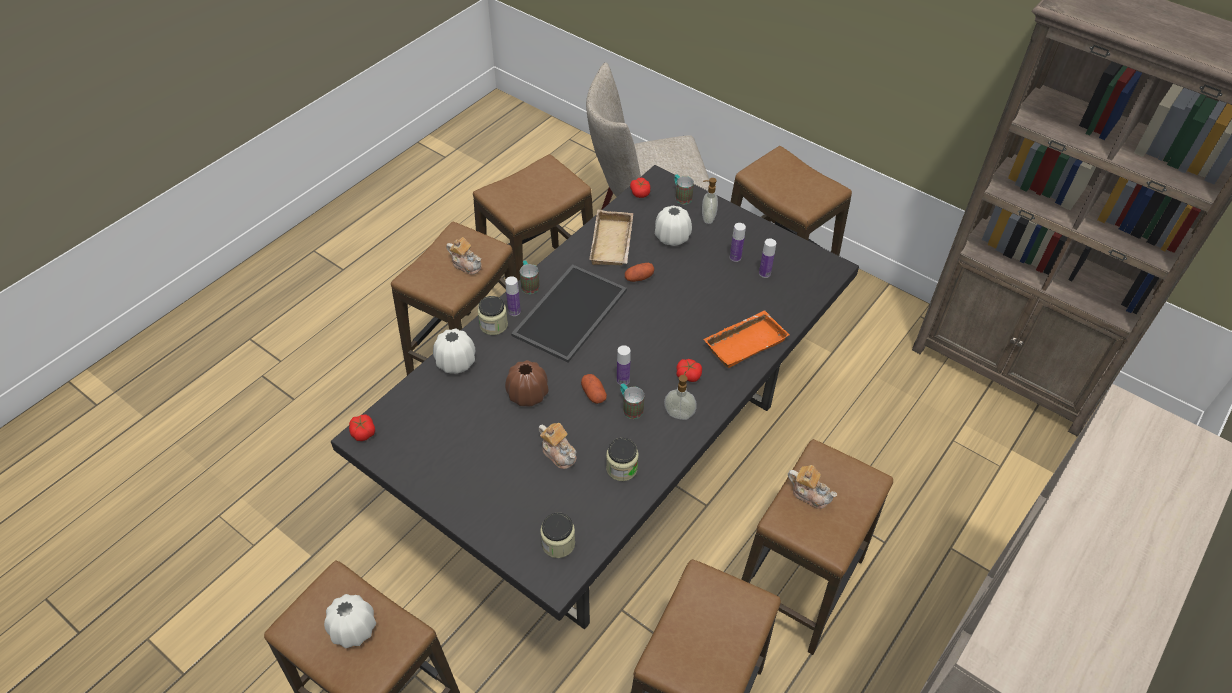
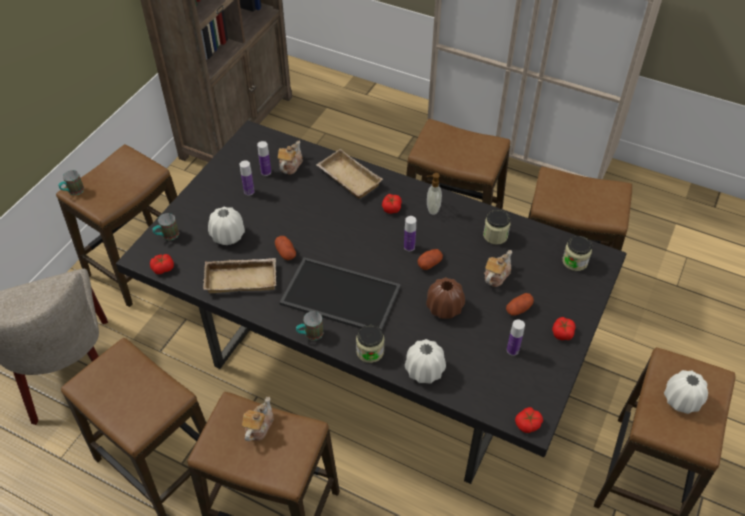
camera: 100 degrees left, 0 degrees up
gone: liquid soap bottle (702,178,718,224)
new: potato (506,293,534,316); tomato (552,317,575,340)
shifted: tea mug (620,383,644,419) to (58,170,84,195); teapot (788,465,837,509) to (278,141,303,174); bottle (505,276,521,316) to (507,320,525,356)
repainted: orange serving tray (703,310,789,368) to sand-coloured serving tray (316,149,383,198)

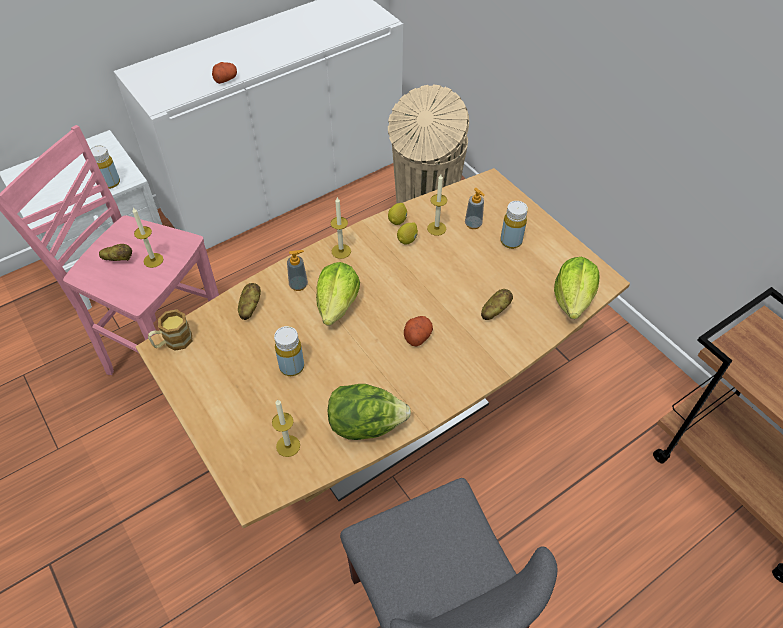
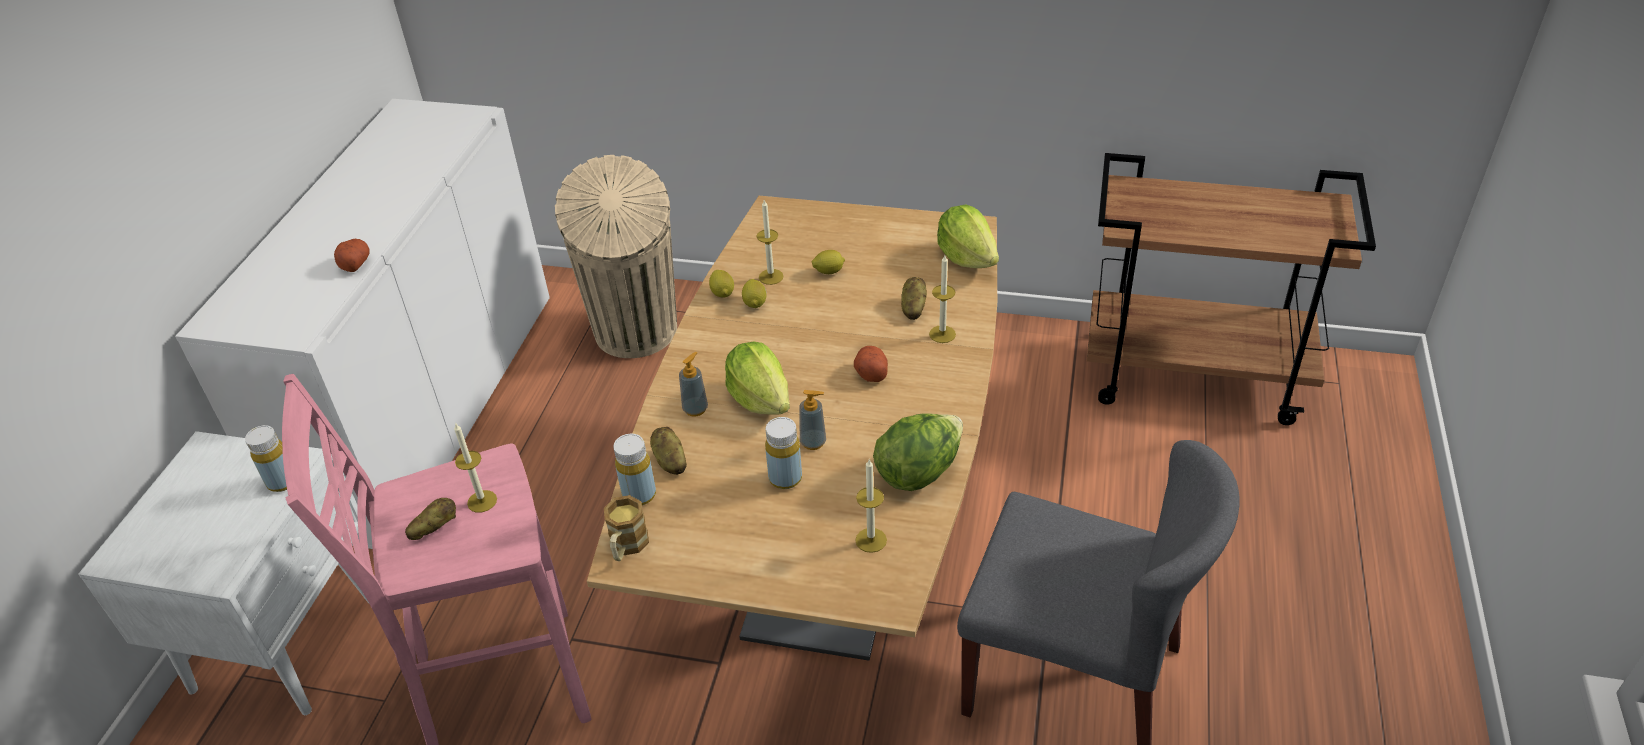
camera: 40 degrees left, 10 degrees down
new: whole lemon (812,250,845,274)
shifted: yellow-coloured bottle (500,201,528,249) to (613,434,656,505); liquid soap bottle (465,188,485,229) to (799,390,826,450); wax candle (330,197,351,259) to (929,255,956,343)

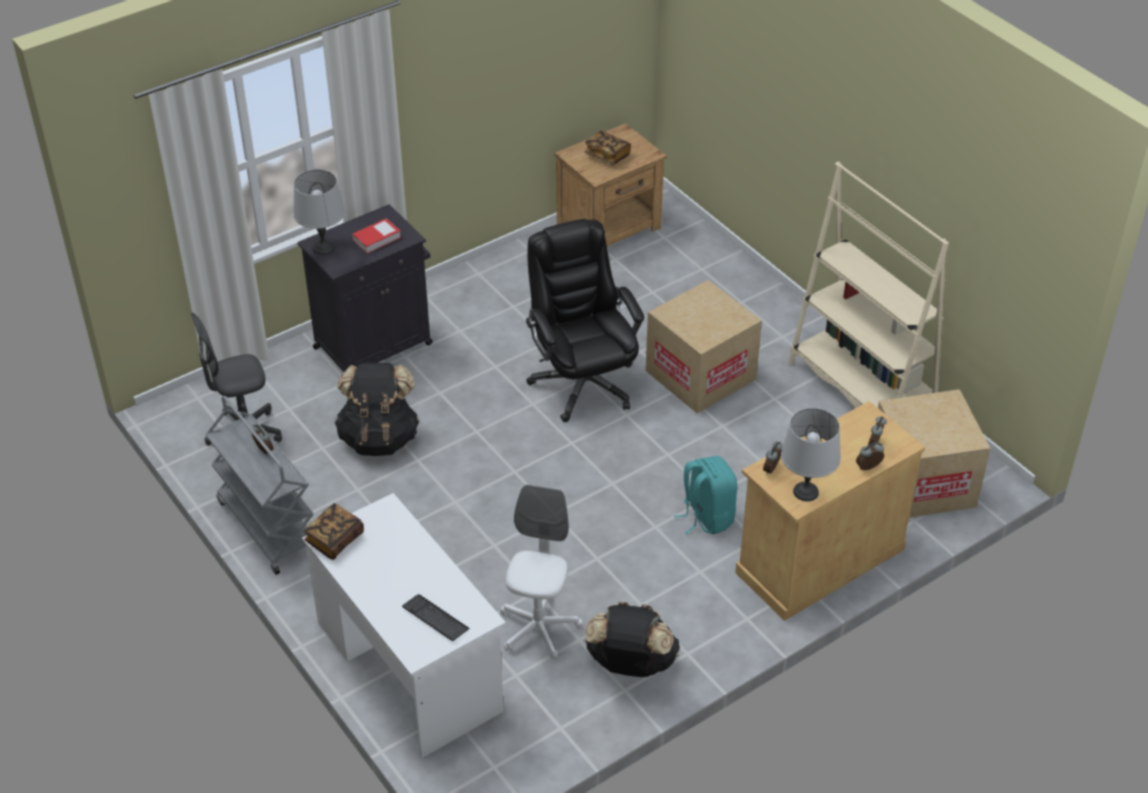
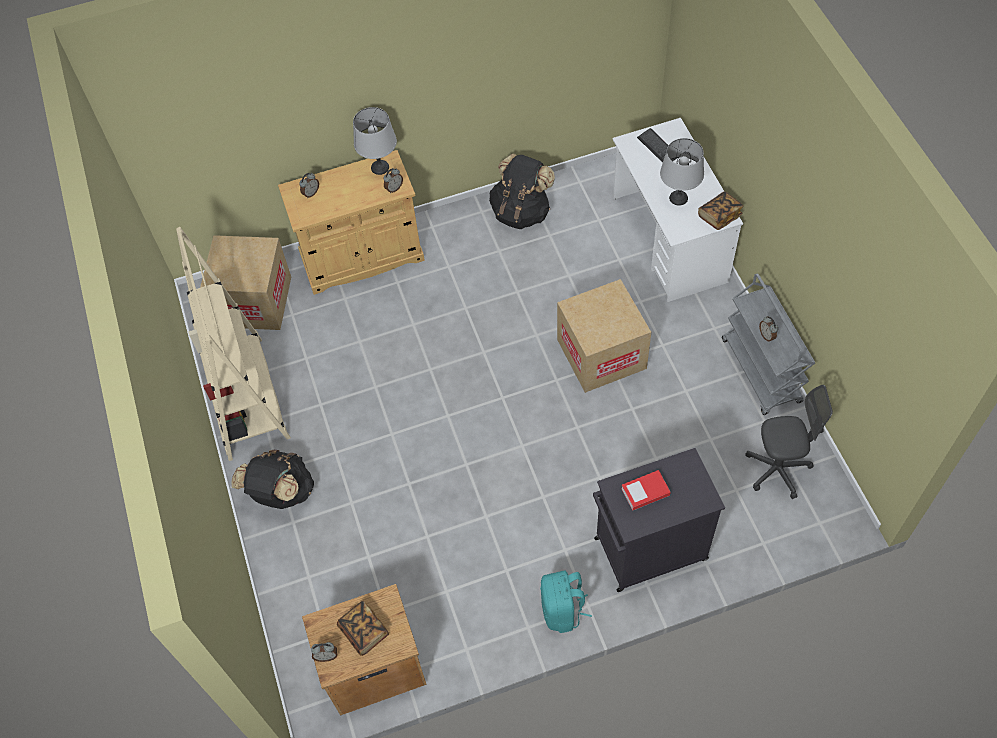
camera: 160 degrees left, 15 degrees up
gone: whitish desk chair (500,484,583,659); blackish desk chair (526,219,644,422)
shifted: blackish knapsack (335,363,419,456) to (231,450,314,509); table clock (856,442,884,470) to (311,642,337,662); turquoise-coloured knapsack (674,456,737,534) to (540,570,592,633); packing box (646,280,762,413) to (557,279,651,393); gray table lamp (293,169,345,255) to (660,138,704,206)

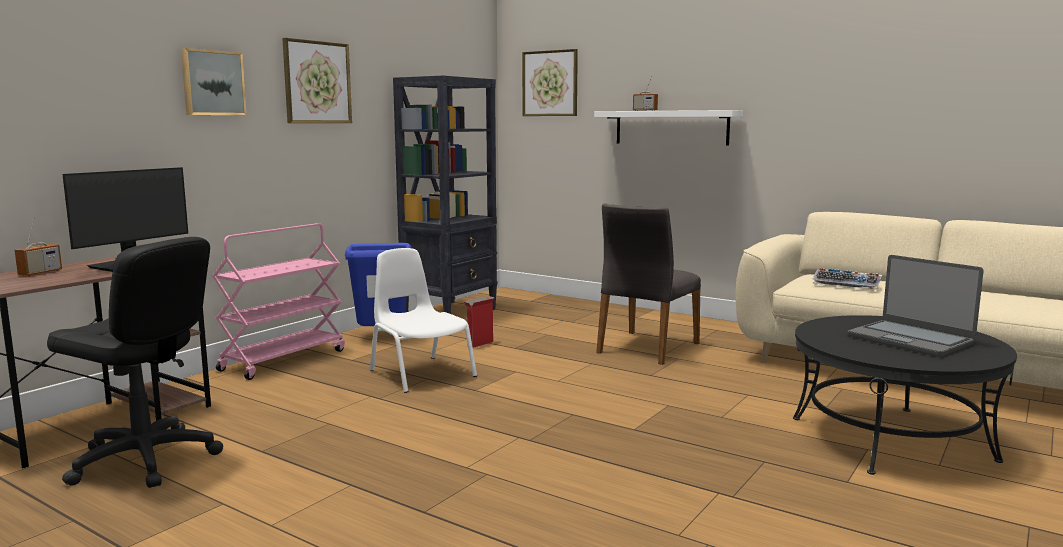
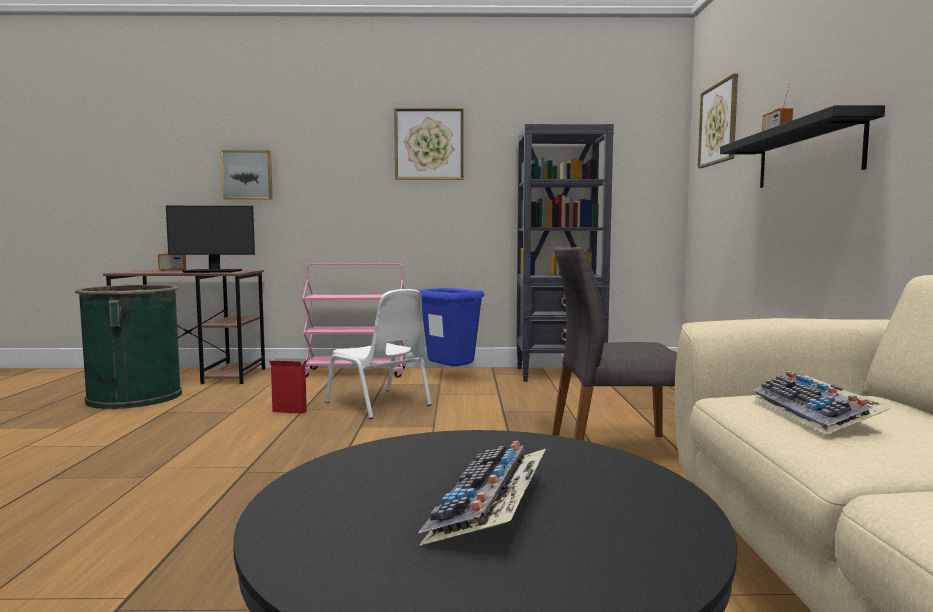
camera: 55 degrees right, 5 degrees down
shifted: wall picture (181,48,247,115) to (221,150,273,199); packing box (464,296,494,348) to (267,358,308,413)
swapped: blackish desk chair (47,237,223,488) to green-coloured waste bin (75,284,182,409); notebook computer (847,255,984,357) to keyboard (418,441,546,546)
repainted: whitish bracket shelf (594,110,743,146) to blackish bracket shelf (720,105,885,188)
rotated: whitish chair (370,248,477,393) = (325,289,432,419) 120 degrees clockwise

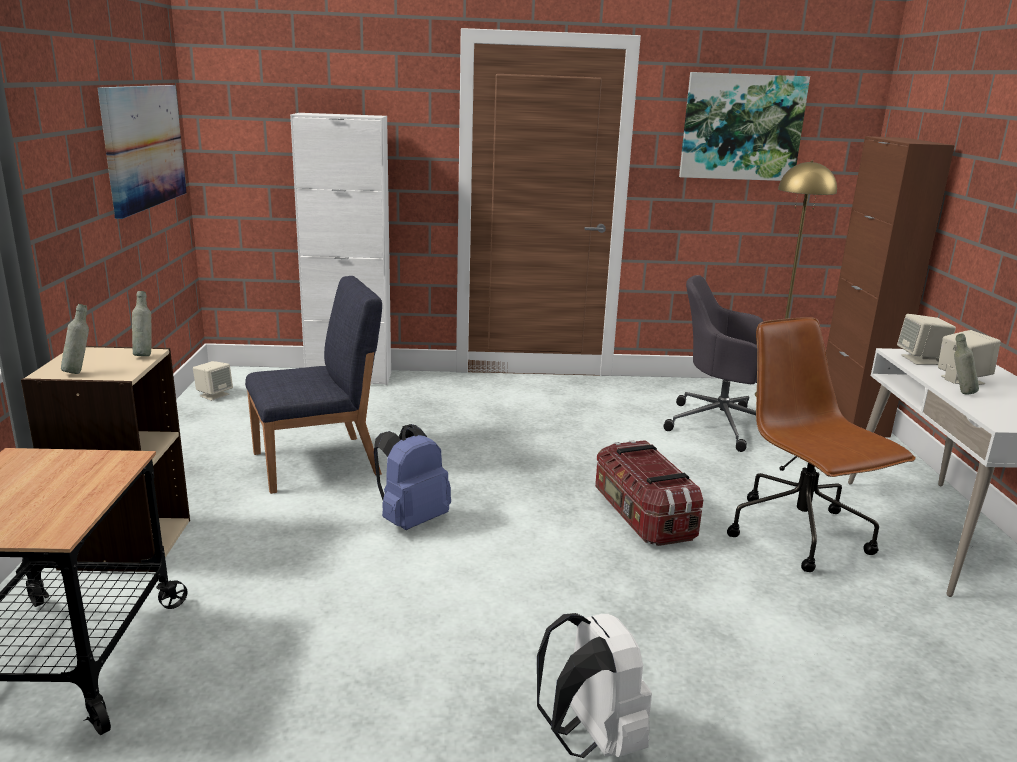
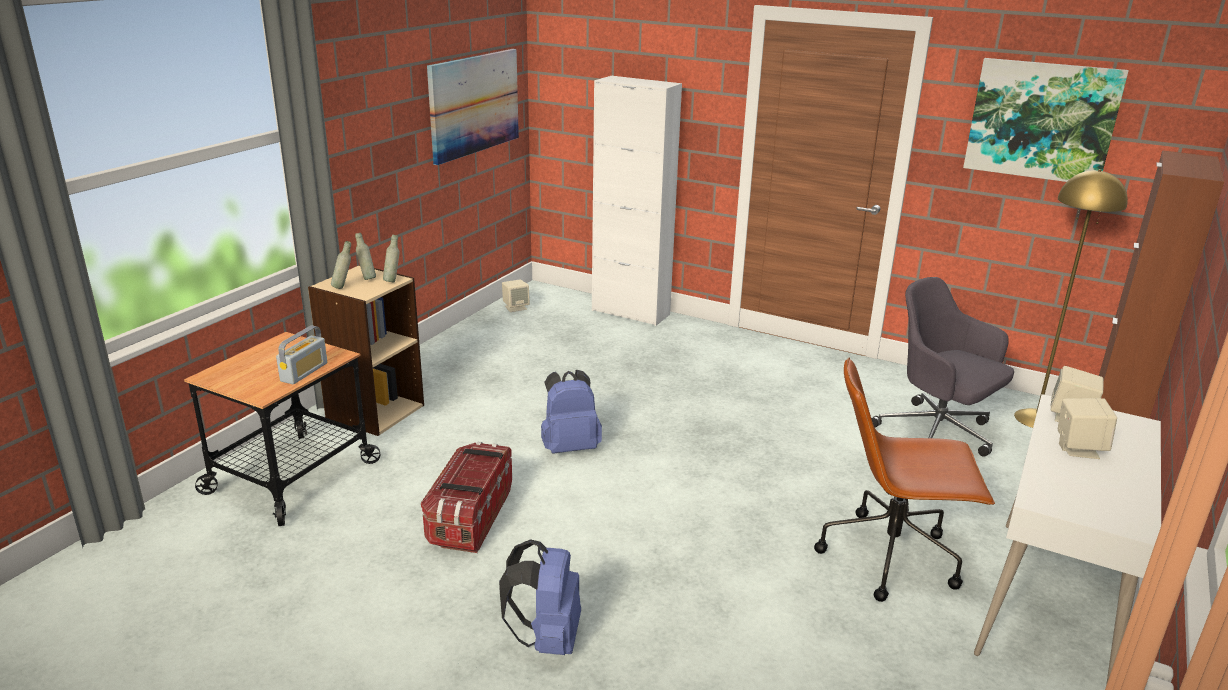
camera: 30 degrees right, 5 degrees up
gone: bluish chair (245,276,382,494)
new: radio set (276,325,327,384)
shifted: gray bottle (954,334,979,395) to (355,233,376,280); storage box (595,440,703,546) to (421,442,512,553)
repainted: whitish knapsack (537,613,652,758) to bluish knapsack (499,539,581,655)
rotated: brown-coloured desk chair (727,317,916,572) = (814,358,995,602) 90 degrees counterclockwise

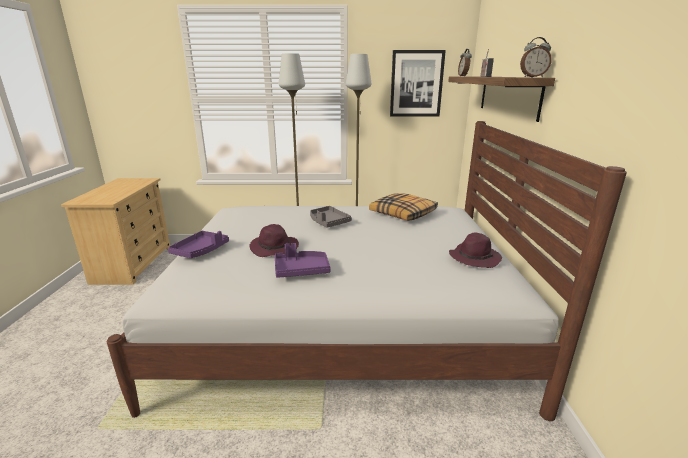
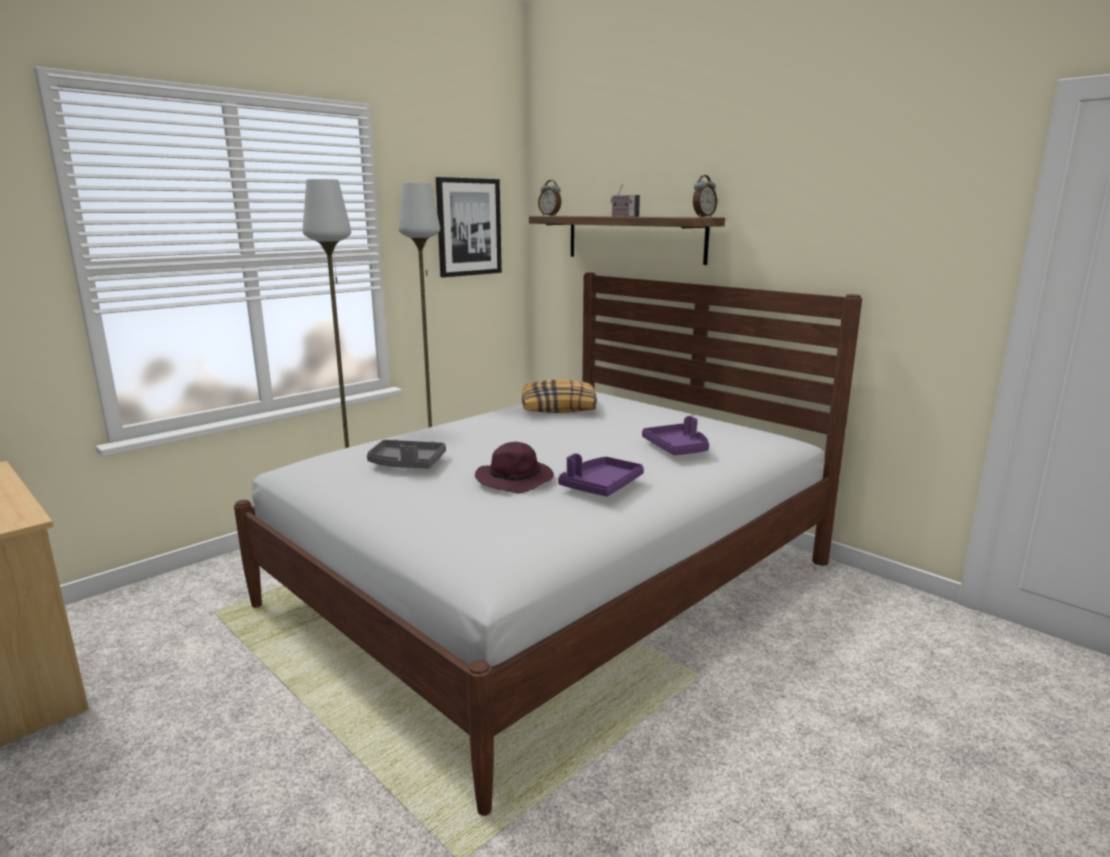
camera: 45 degrees left, 5 degrees down
gone: purple hat (449,232,502,268)
shifted: gray serving tray (310,206,352,228) to (367,440,446,468); purple serving tray (168,231,229,258) to (642,416,709,455)

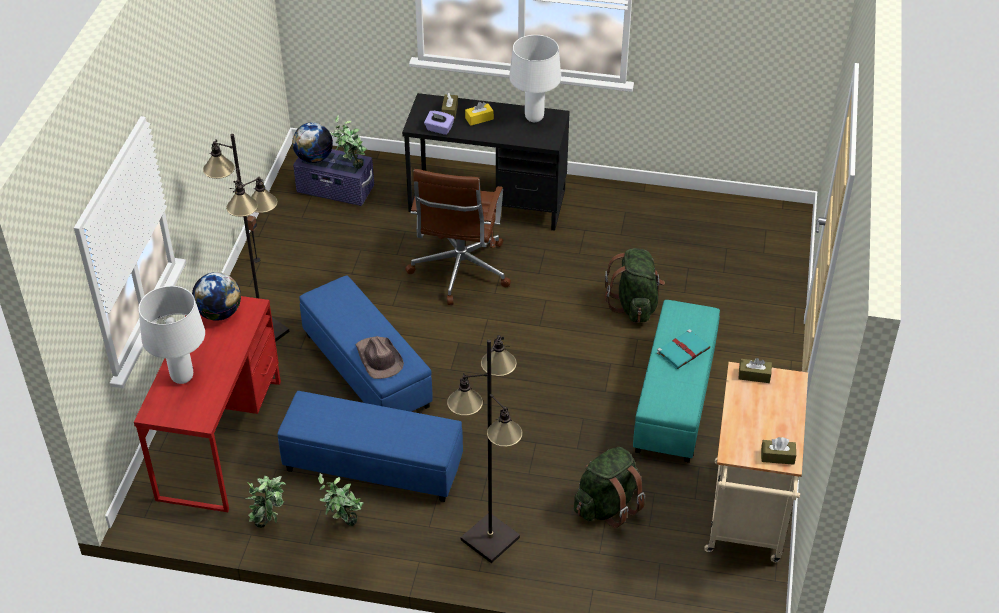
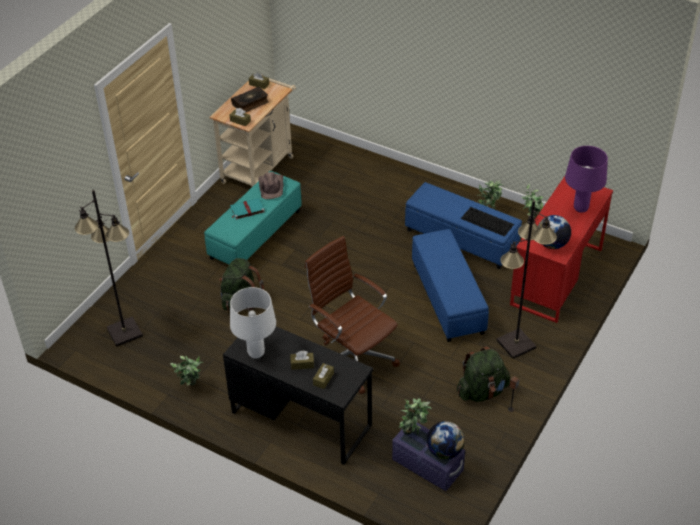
camera: 160 degrees left, 0 degrees up
gone: purple tissue holder (424,111,454,135)
new: plant in a pot (170,356,203,386); book (231,87,268,112); keyboard (461,207,514,237)
shifted: blackish floor lamp (447,335,523,563) to (75,190,143,347); brown-coloured hat (355,336,404,379) to (259,172,284,199); green-coloured knapsack (574,447,645,528) to (457,347,510,402)
repainted: yellow-coloured tissue holder (465,102,494,126) to brown-coloured tissue holder (290,351,314,370); whitish table lamp (139,286,205,384) to purple table lamp (565,146,608,213)
rotated: brown-coloured desk chair (405,169,511,305) = (305,236,400,394) 75 degrees counterclockwise

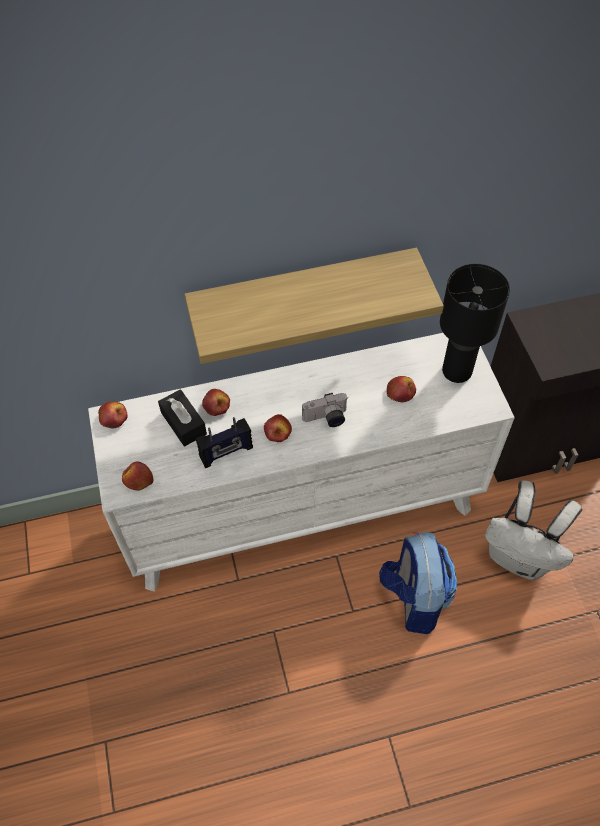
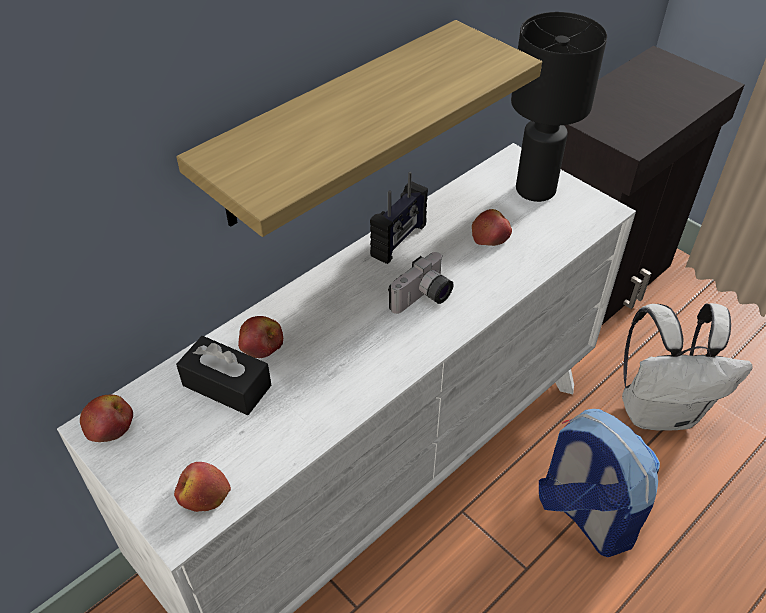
camera: 30 degrees left, 10 degrees down
gone: apple (264,414,292,442)
shifted: radio set (196,417,253,468) to (370,172,428,264)

